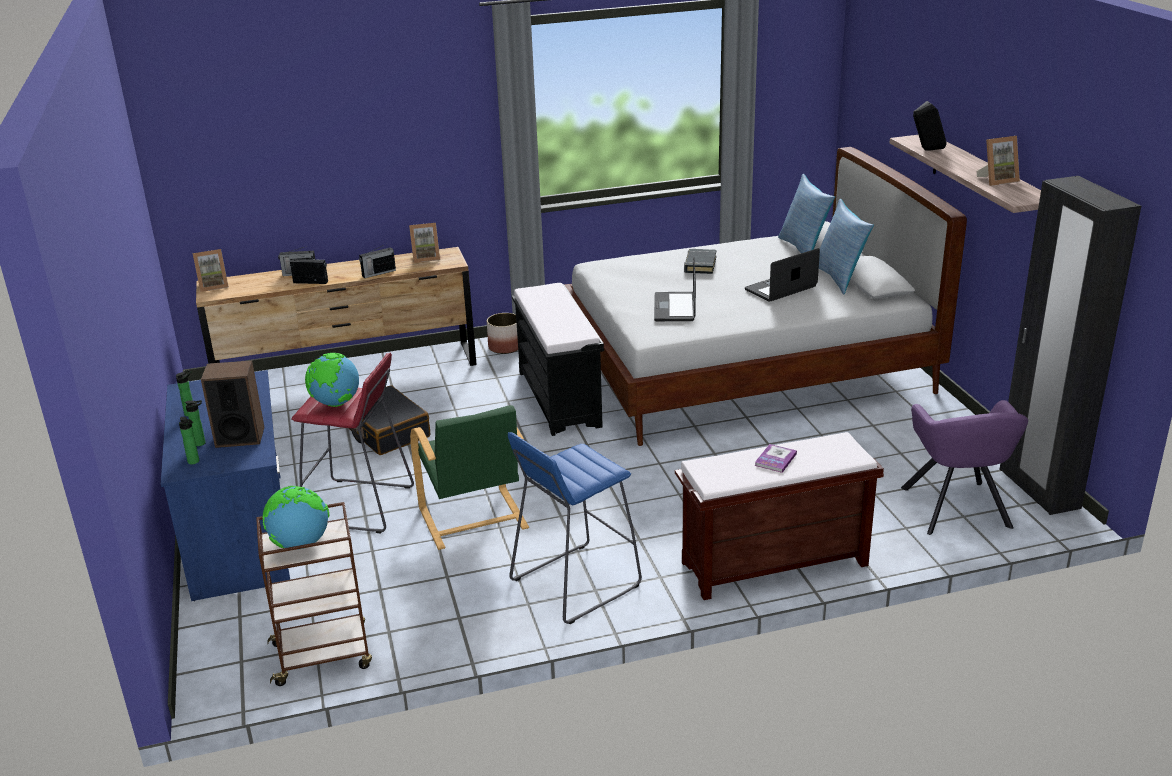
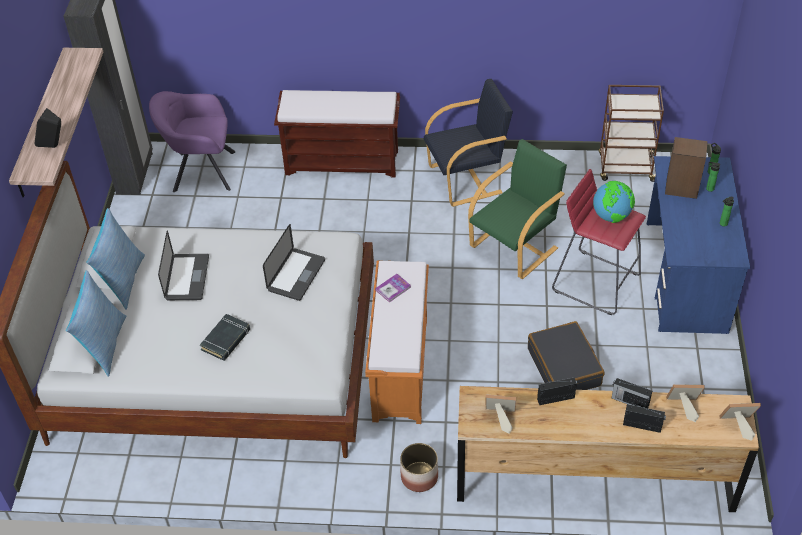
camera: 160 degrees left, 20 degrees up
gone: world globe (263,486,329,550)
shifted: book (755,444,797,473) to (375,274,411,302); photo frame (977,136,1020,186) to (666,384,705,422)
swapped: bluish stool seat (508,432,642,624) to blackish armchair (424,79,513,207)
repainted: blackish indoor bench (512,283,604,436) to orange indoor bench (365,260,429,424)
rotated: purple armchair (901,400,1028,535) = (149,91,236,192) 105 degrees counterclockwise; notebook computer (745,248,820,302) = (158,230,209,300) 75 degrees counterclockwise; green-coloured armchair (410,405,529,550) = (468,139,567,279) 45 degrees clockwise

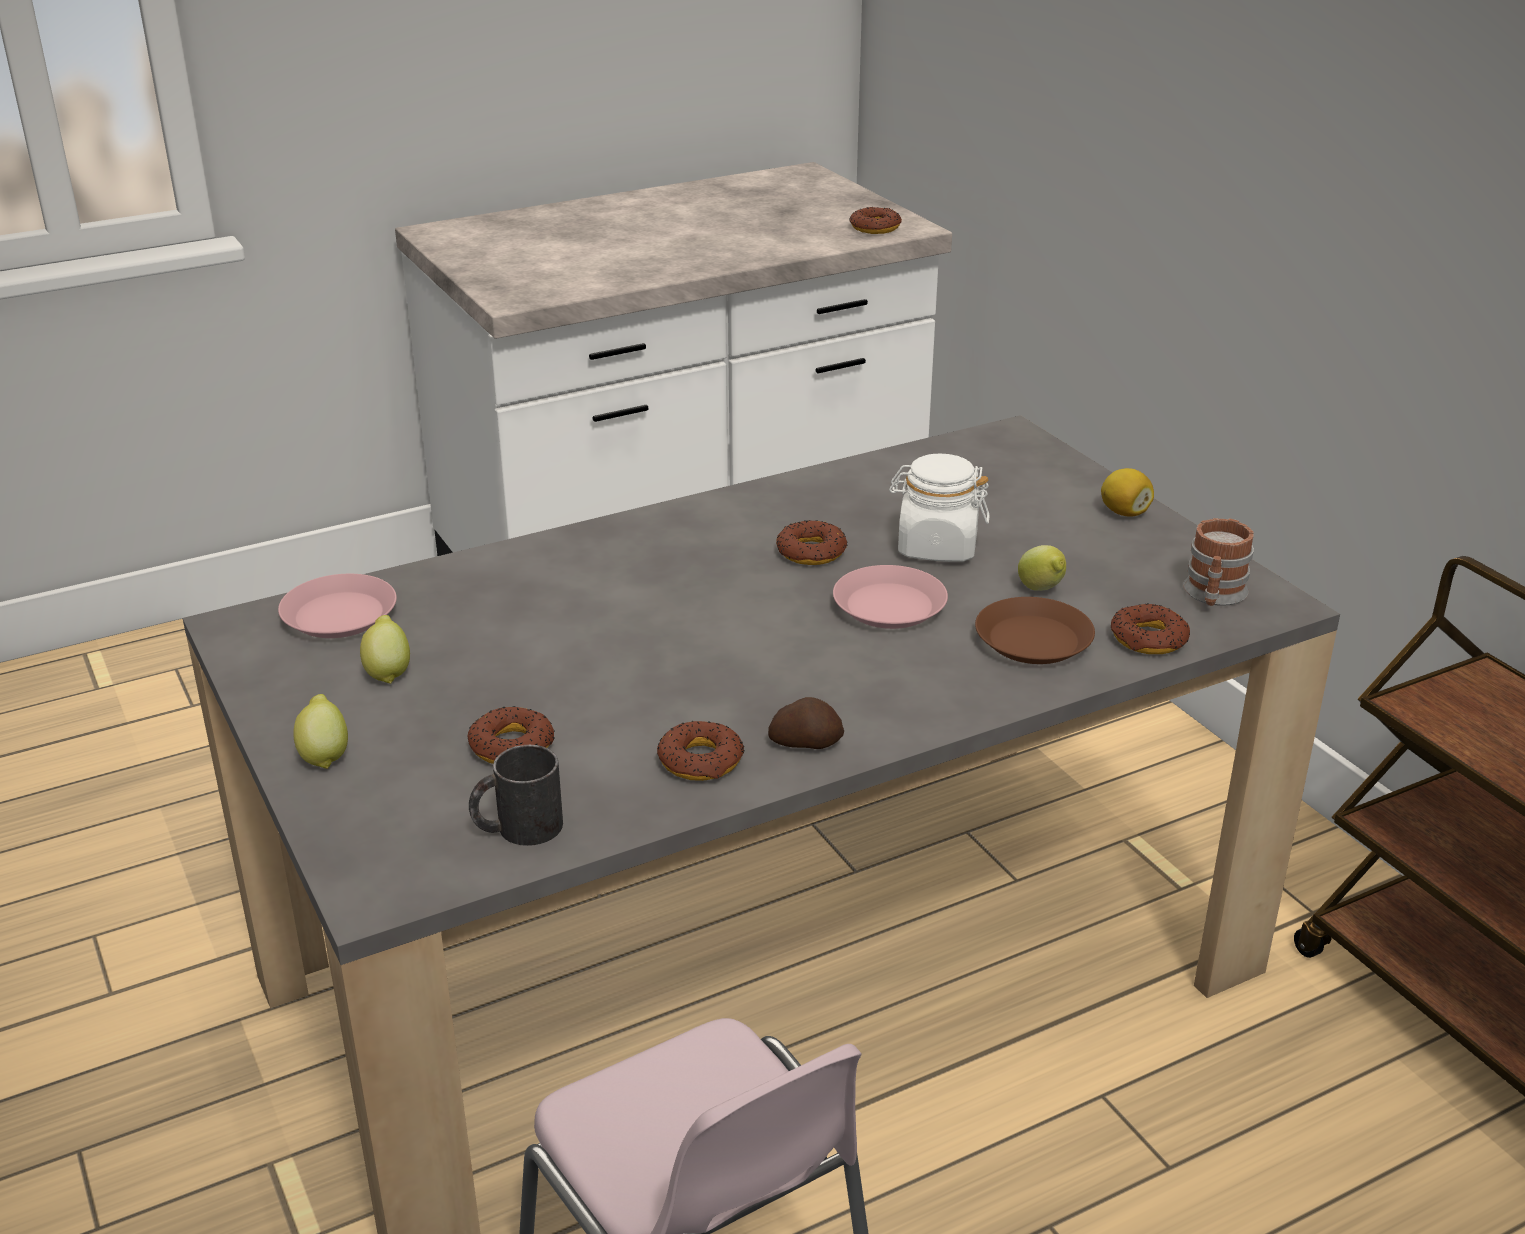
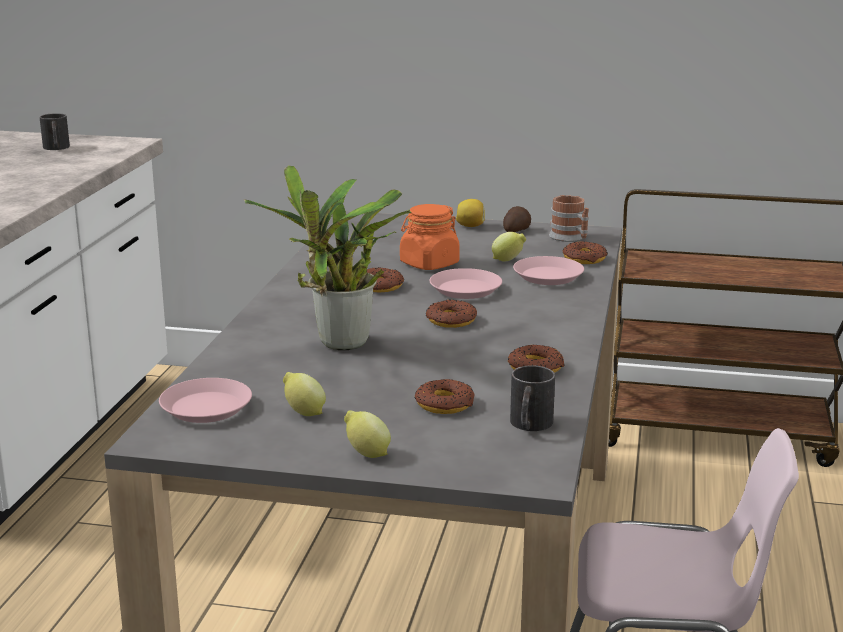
camera: 50 degrees left, 10 degrees down
new: blackish tea mug (40,113,70,150); plant in a pot (244,165,412,350)
shifted: doughnut (849,207,902,234) to (426,299,477,328); potato (768,697,844,749) to (503,206,531,232)
repainted: whitish preserve jar (889,453,990,562) to orange preserve jar (400,204,460,270); brown-coloured plate (975,597,1095,664) to pink plate (513,256,584,285)

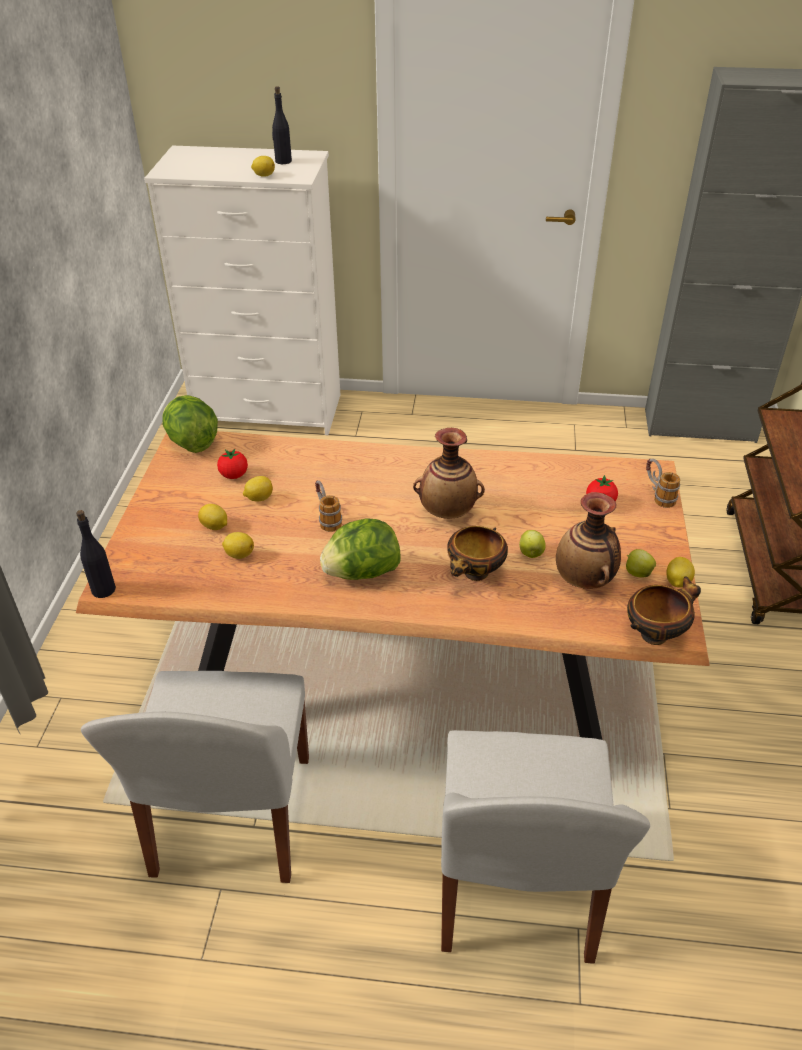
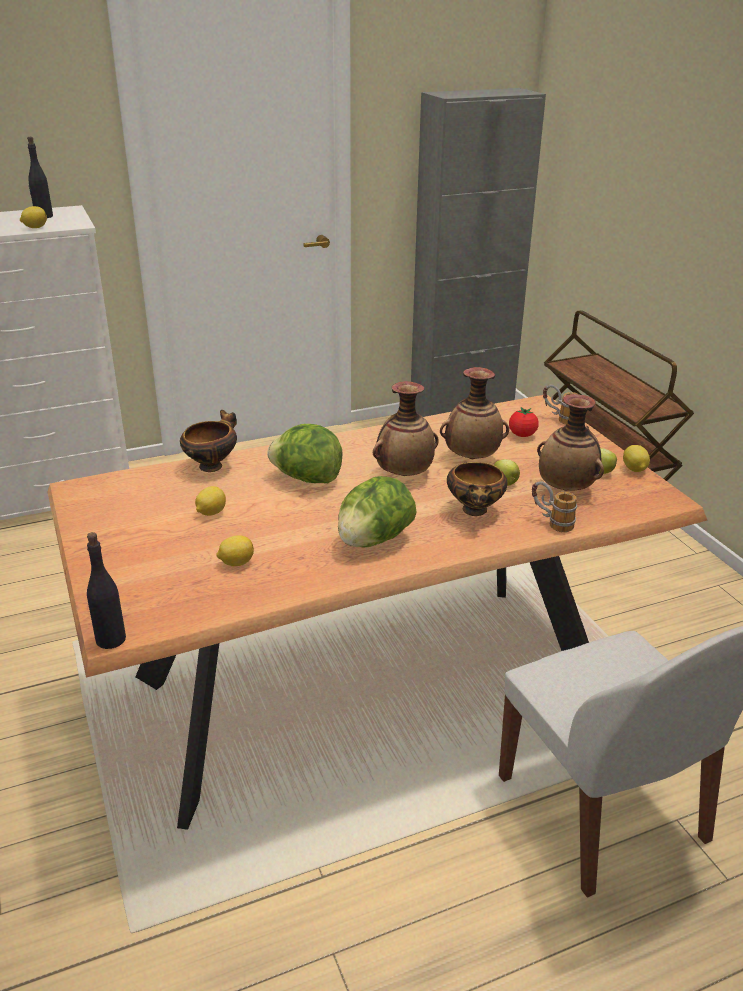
camera: 30 degrees left, 10 degrees down
gone: whitish chair (81,671,309,883); whole lemon (198,504,227,530); tomato (217,449,248,479)
new: flower vase (440,367,509,459)
shifted: bowl (627,576,701,645) to (180,410,237,472); head of lettuce (162,395,218,453) to (267,424,343,483); tea mug (315,480,342,532) to (532,481,577,532)

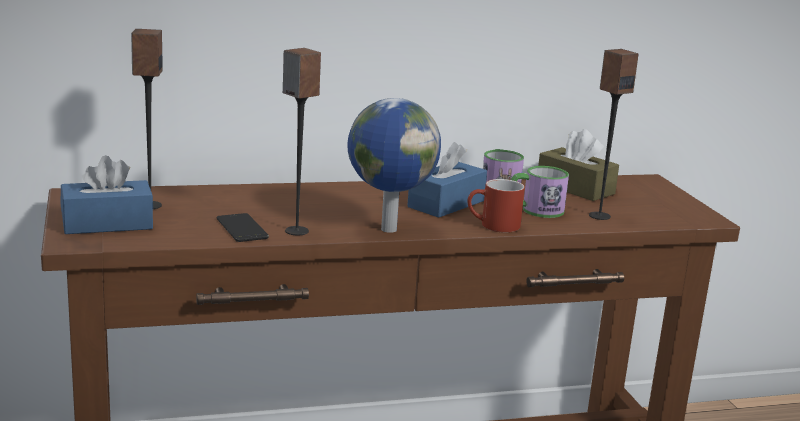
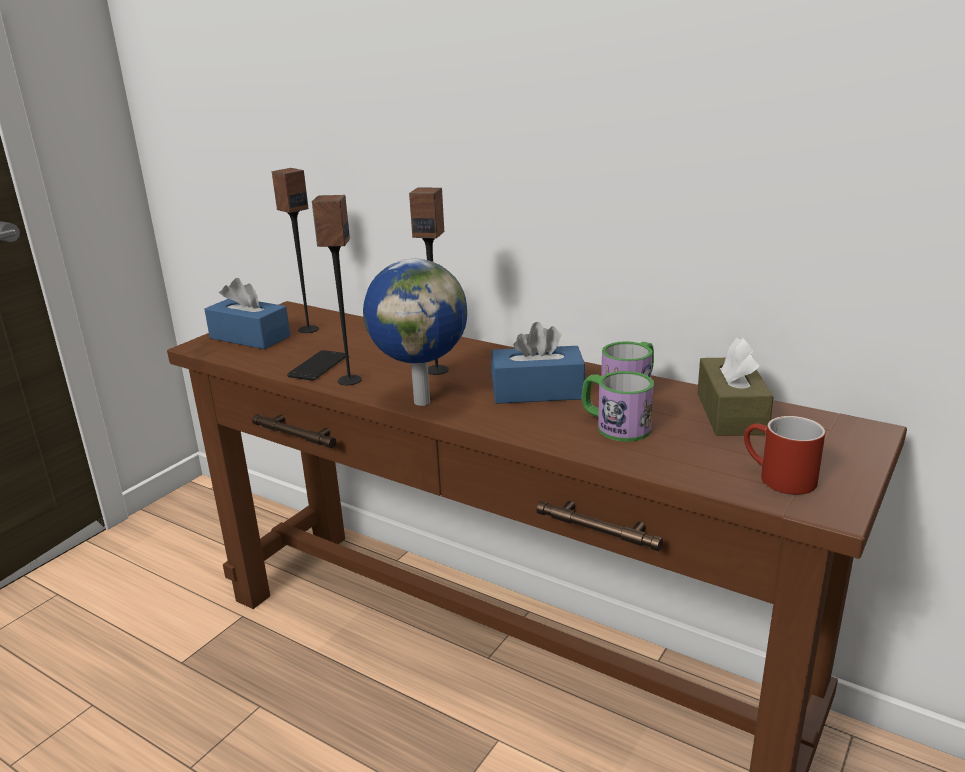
camera: 50 degrees right, 5 degrees up
shifted: speaker (589,49,639,220) to (409,187,449,375); red-coloured tea mug (467,179,525,233) to (744,416,825,495)

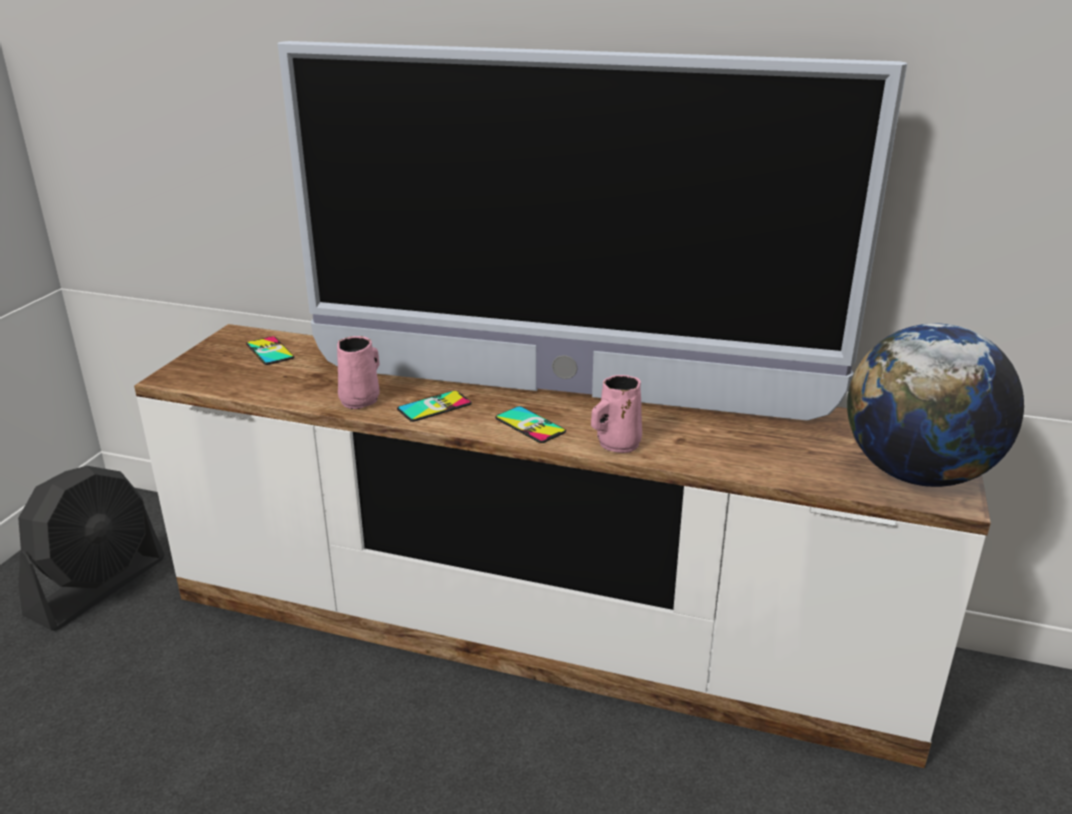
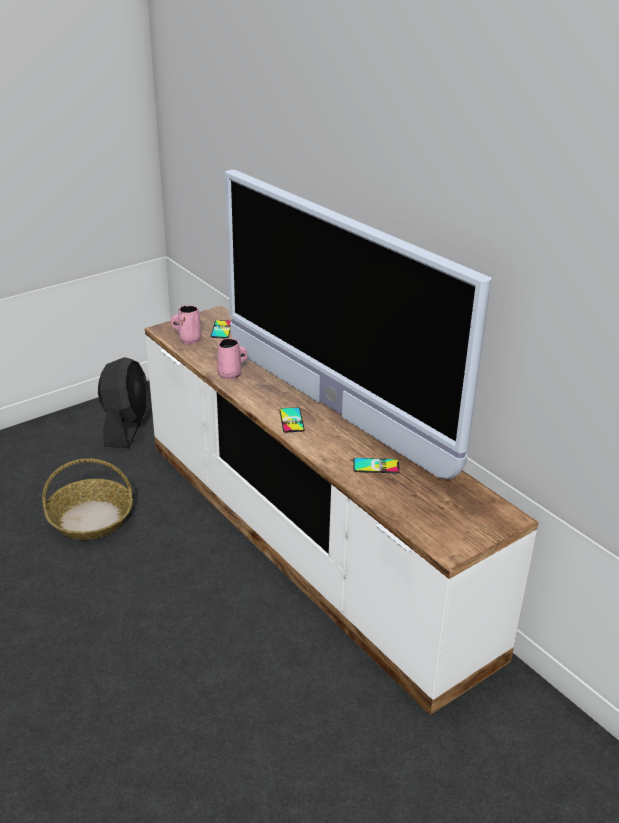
camera: 35 degrees right, 5 degrees up
gone: world globe (847,323,1024,487)
new: storage basket (42,458,133,540)
shifted: pink tea mug (591,375,642,453) to (171,305,201,344); handset (397,391,472,422) to (353,458,400,473)
rotated: blackish cooling fan (18,466,165,631) = (98,357,149,448) 60 degrees counterclockwise

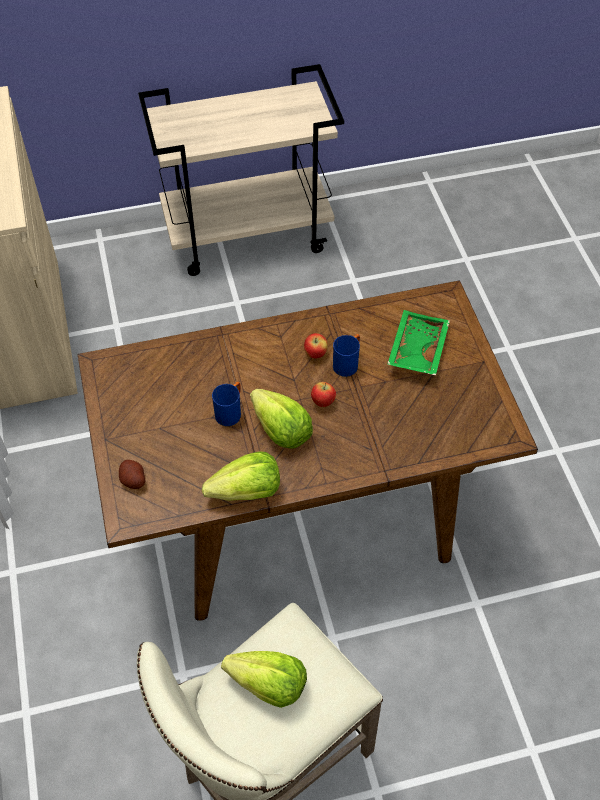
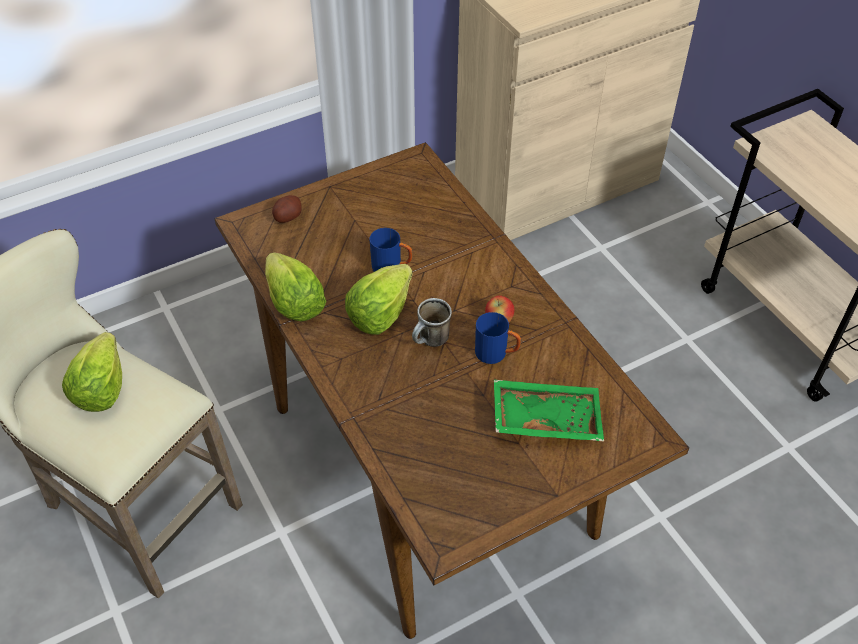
camera: 75 degrees right, 5 degrees down
swapped: apple (311,382,336,407) to tea mug (412,298,452,347)

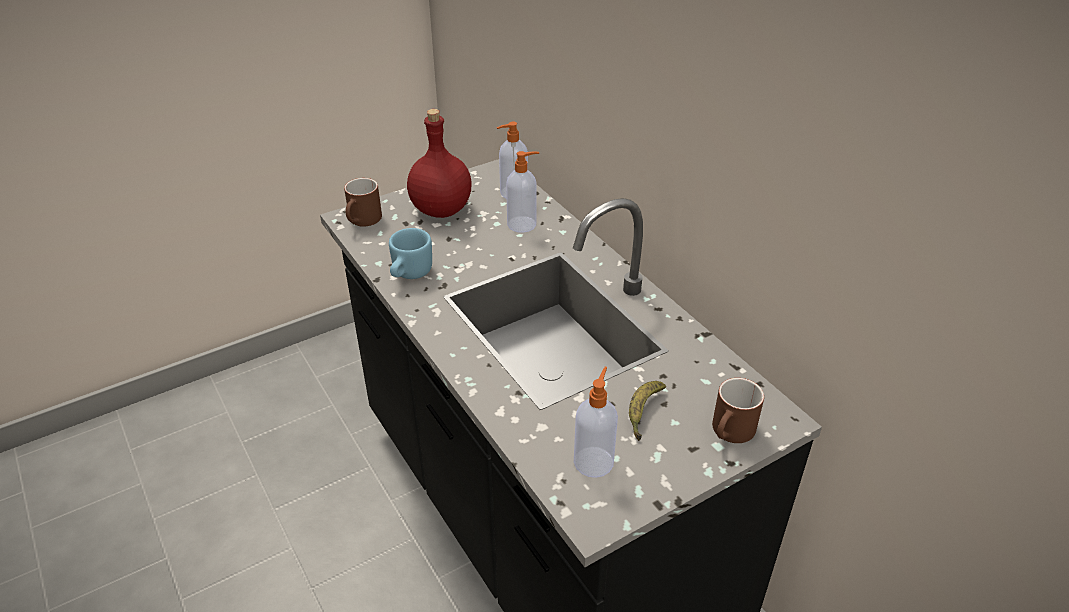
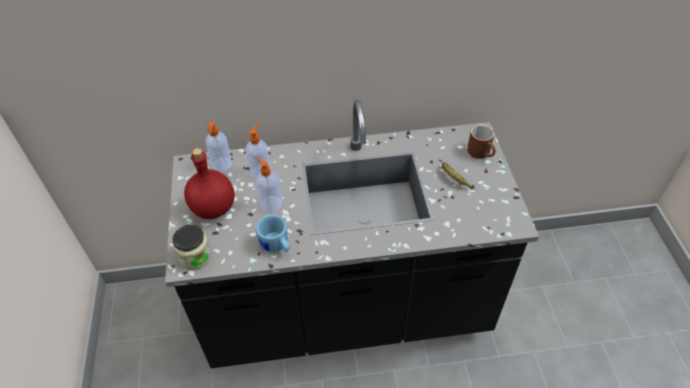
camera: 65 degrees left, 10 degrees up
shifted: liquid soap bottle (574,367,618,478) to (255,157,282,212)
swapped: brown-coloured tea mug (344,178,382,226) to preserve jar (172,225,212,270)

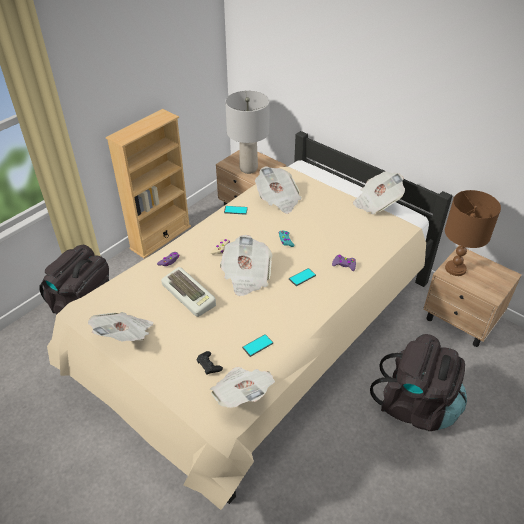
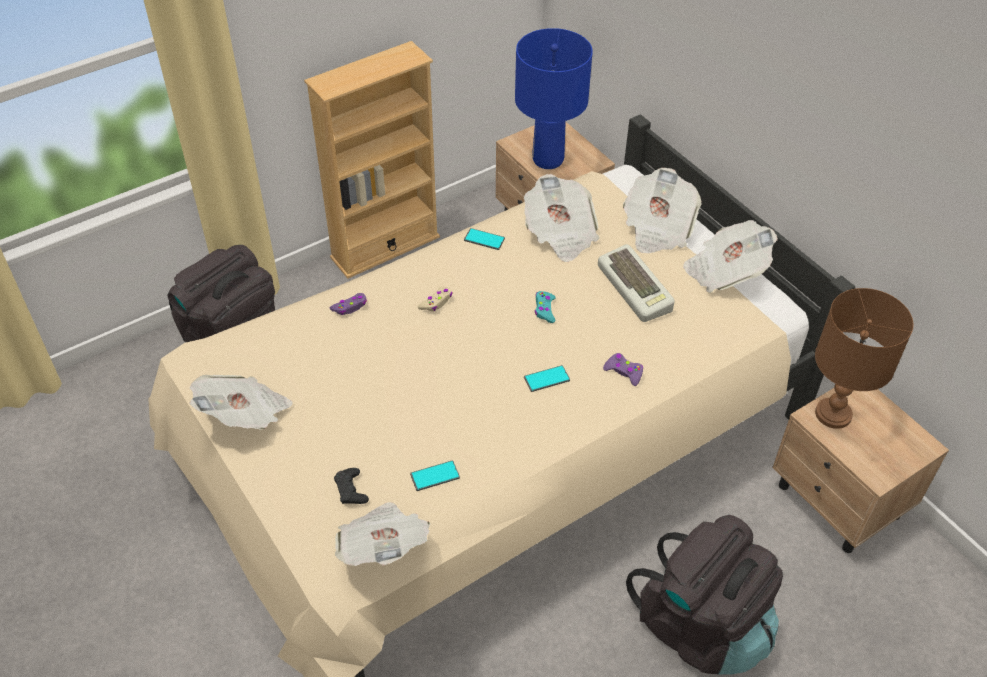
camera: 15 degrees right, 5 degrees up
shifted: keyboard (161,267,216,317) to (598,244,675,322); printed paper (220,235,272,296) to (623,168,702,253)
repainted: gray table lamp (225,91,270,174) to bluish table lamp (515,28,593,169)

